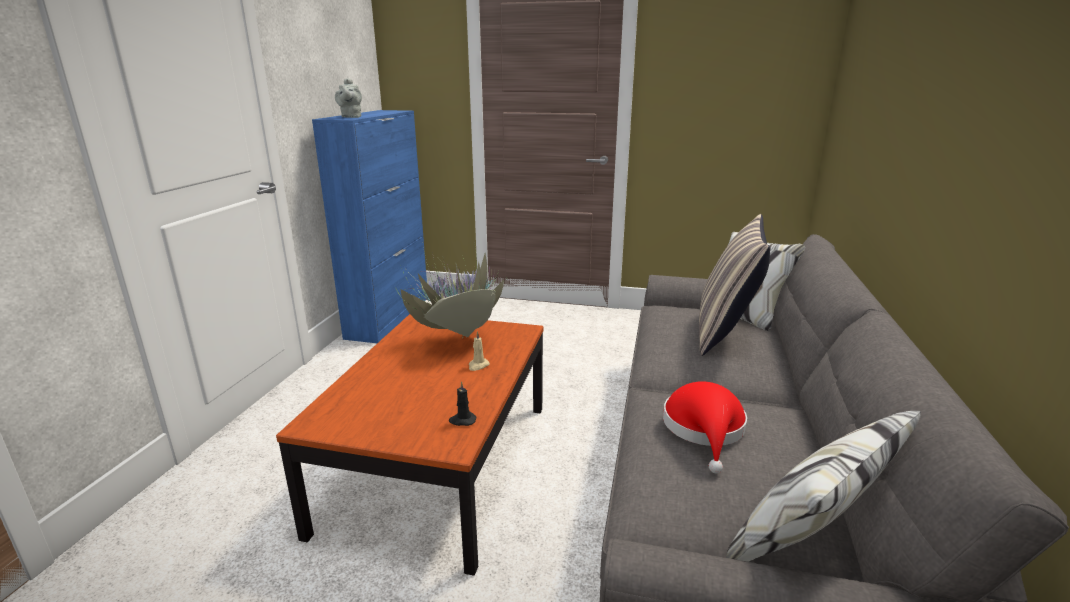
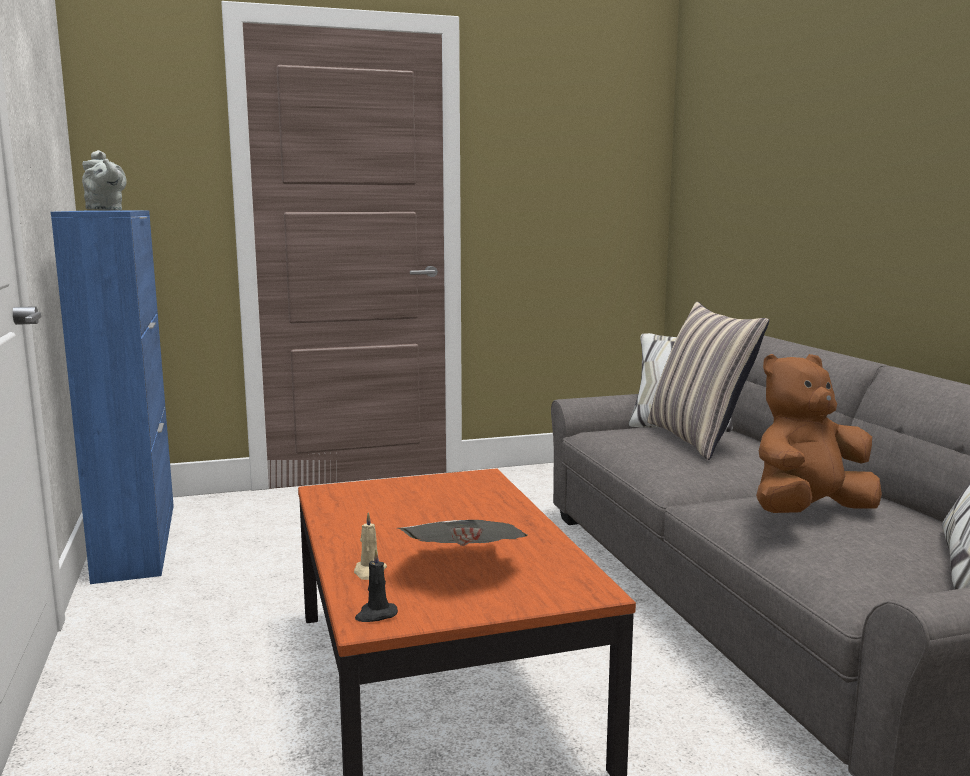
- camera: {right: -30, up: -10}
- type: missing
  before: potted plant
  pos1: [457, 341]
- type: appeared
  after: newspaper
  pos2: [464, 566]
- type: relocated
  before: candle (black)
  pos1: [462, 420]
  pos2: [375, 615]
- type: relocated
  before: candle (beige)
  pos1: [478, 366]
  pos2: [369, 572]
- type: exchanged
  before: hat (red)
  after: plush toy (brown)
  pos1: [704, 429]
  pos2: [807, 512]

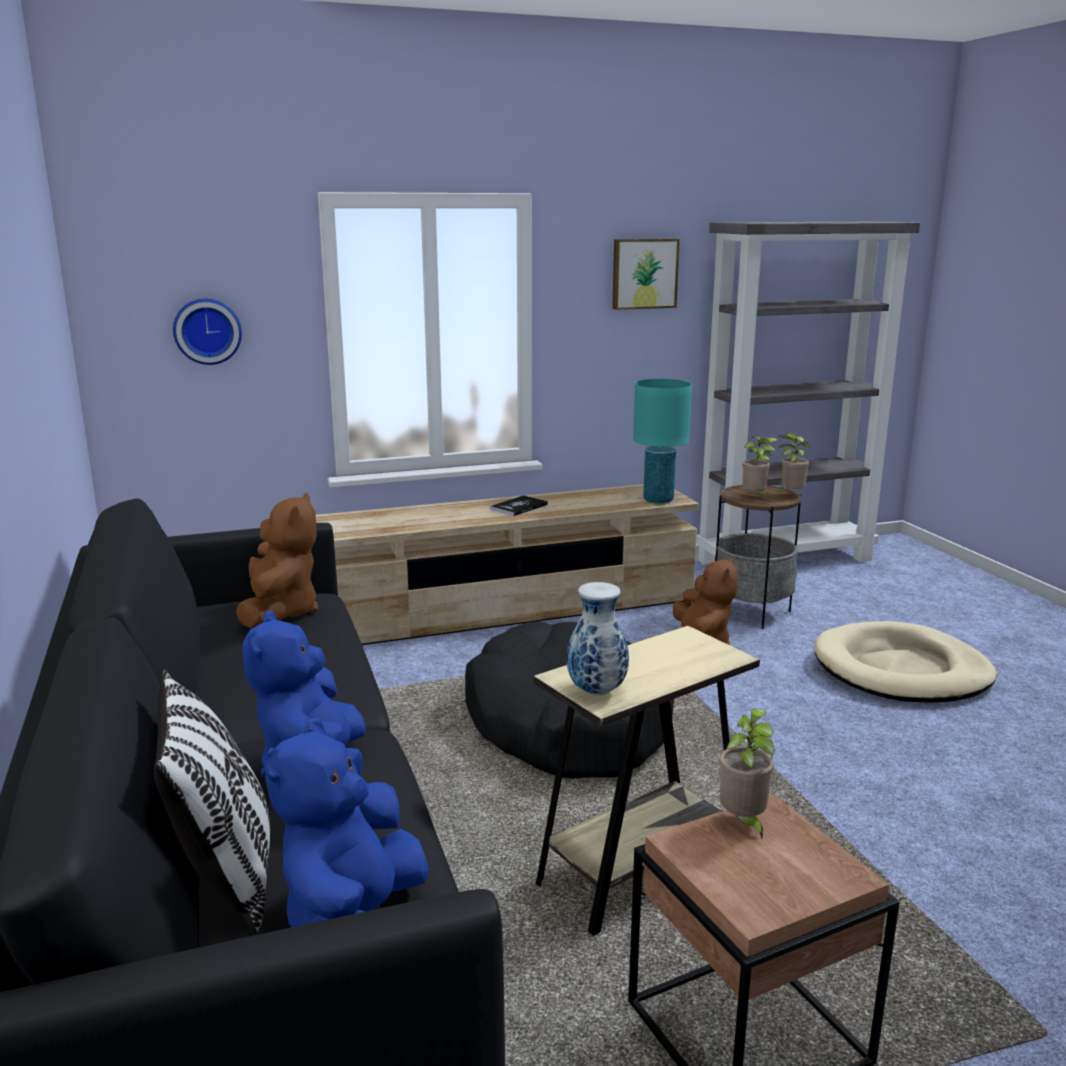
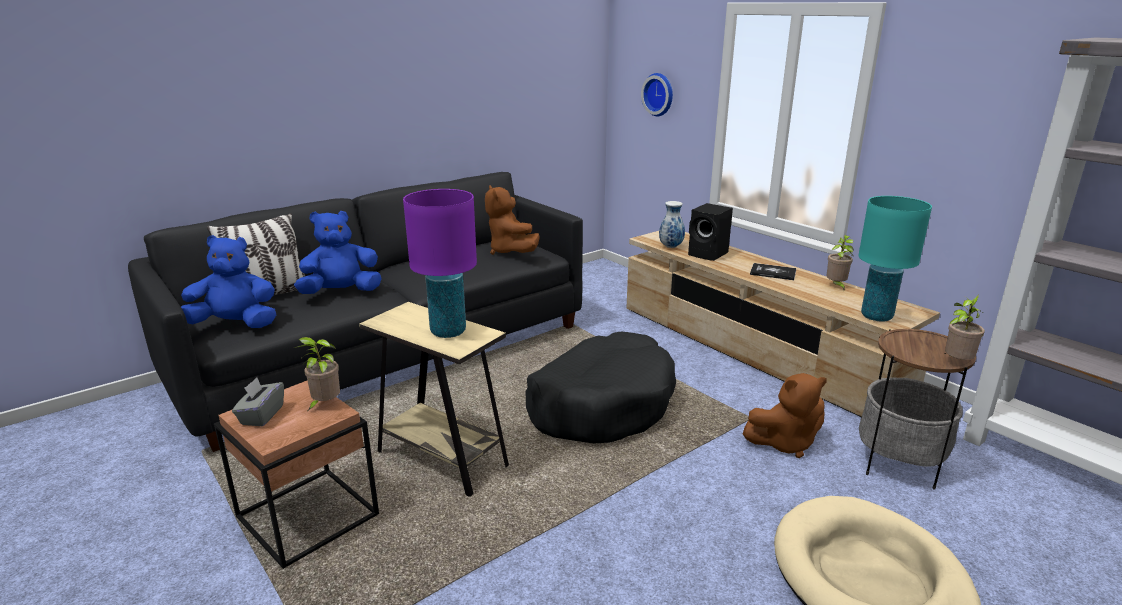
- camera: {right: 70, up: 5}
- type: missing
  before: picture
  pos1: [644, 273]
- type: appeared
  after: tissue box (grey)
  pos2: [261, 415]
- type: appeared
  after: table lamp (purple)
  pos2: [448, 331]
- type: appeared
  after: speaker (black)
  pos2: [709, 254]
- type: relocated
  before: vase
  pos1: [595, 691]
  pos2: [670, 246]
- type: relocated
  before: potted plant
  pos1: [755, 497]
  pos2: [836, 286]
- type: spun
  before: plush toy (brown)
  pos1: [280, 613]
  pos2: [510, 251]
  turn: 90

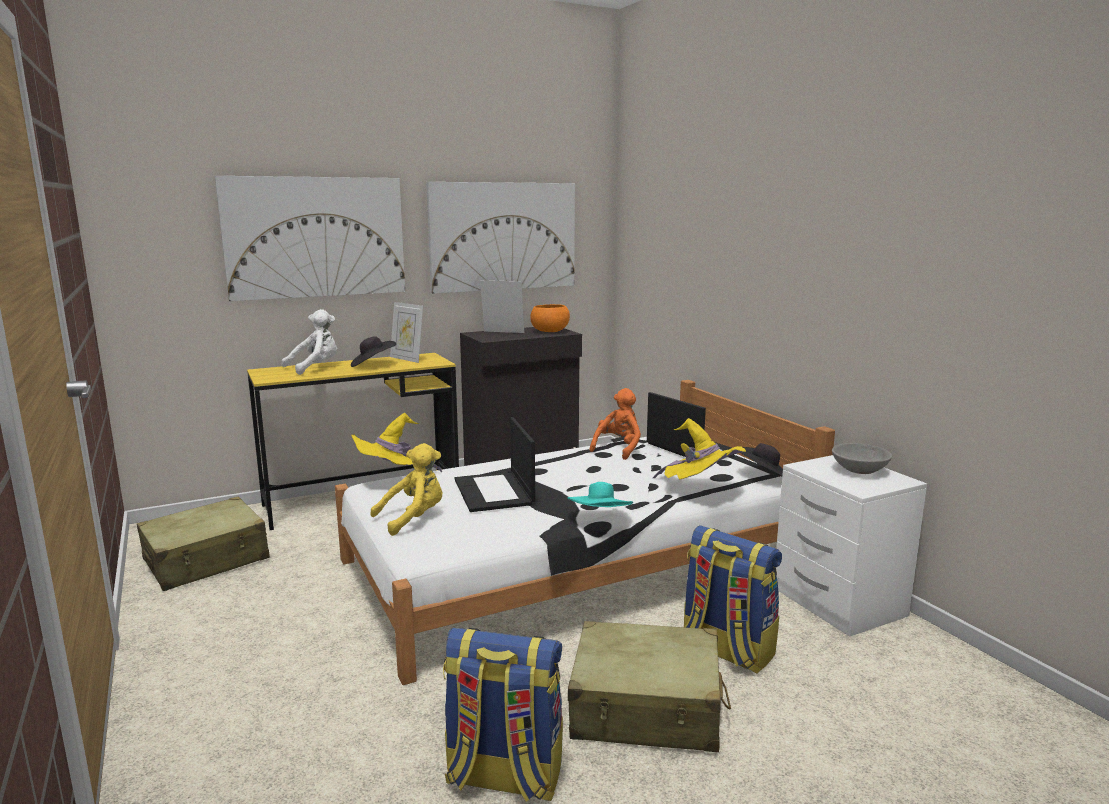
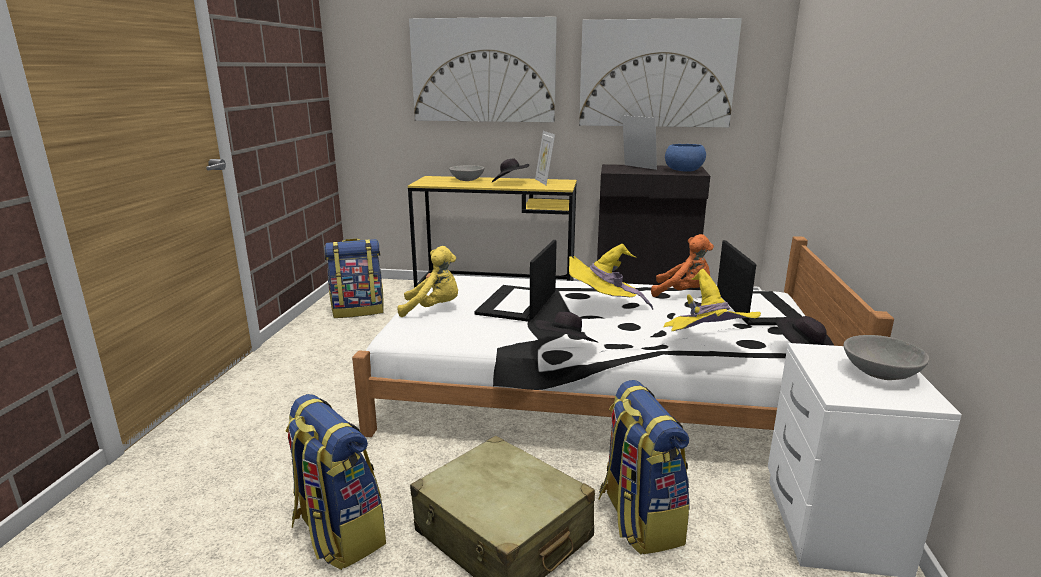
- camera: {right: 35, up: 5}
- type: relocated
  before: hat (yellow)
  pos1: [393, 479]
  pos2: [603, 306]
- type: exchanged
  before: suitcase (beige)
  after: backpack
  pos1: [207, 560]
  pos2: [358, 310]
- type: exchanged
  before: plush toy (white)
  after: bowl (grey)
  pos1: [315, 368]
  pos2: [467, 180]
- type: colour
  before: bowl (orange)
  after: bowl (blue)
  pos1: [549, 331]
  pos2: [683, 170]
- type: colour
  before: hat (turquoise)
  after: hat (black)
  pos1: [600, 518]
  pos2: [565, 348]
- type: spun
  before: plush toy (orange)
  pos1: [618, 449]
  pos2: [683, 293]
  turn: 45

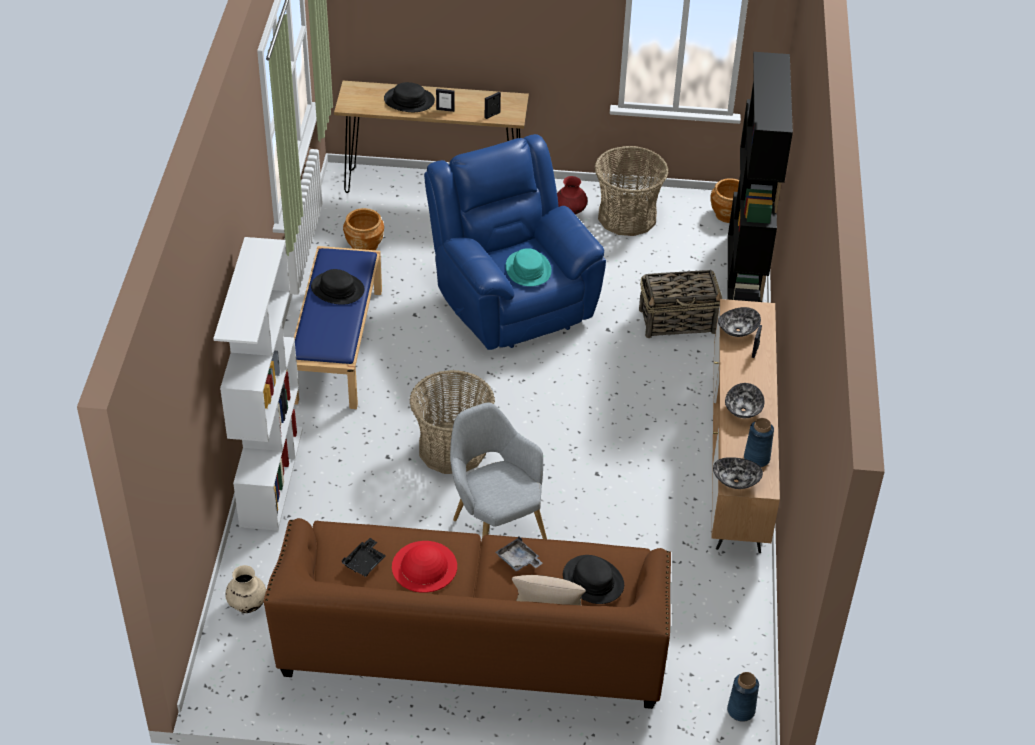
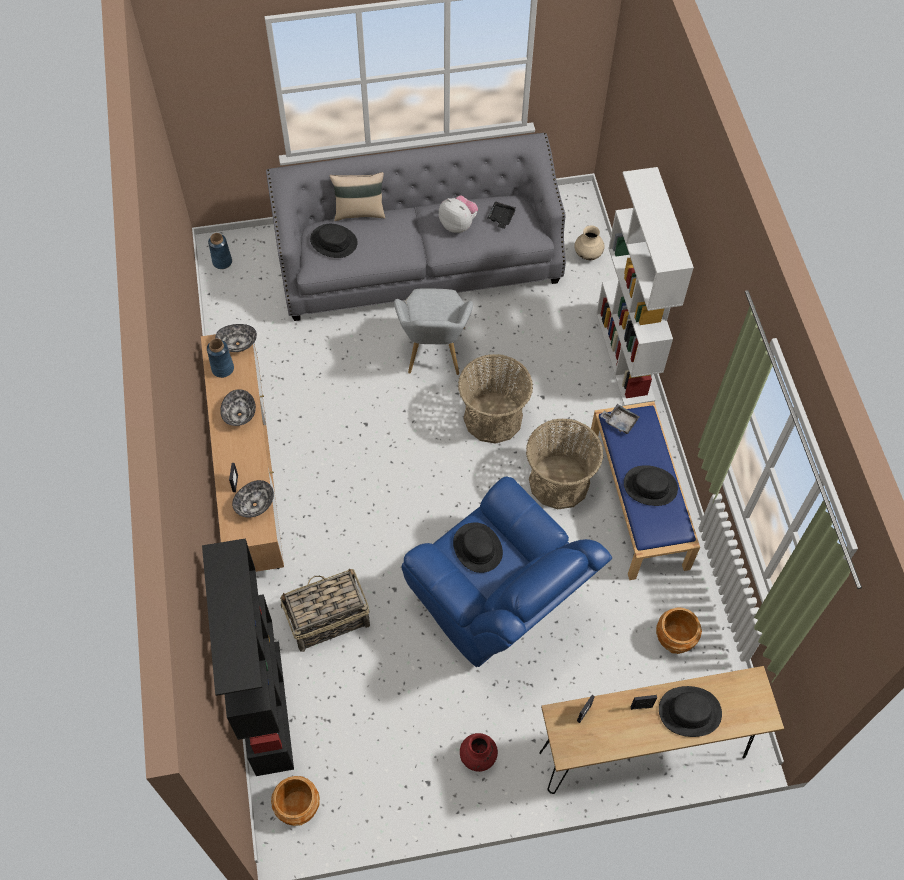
- camera: {right: 165, up: 15}
- type: relocated
  before: tray (grey)
  pos1: [518, 560]
  pos2: [619, 421]
- type: relocated
  before: basket
  pos1: [627, 216]
  pos2: [559, 482]
- type: exchanged
  before: hat (red)
  after: plush toy
  pos1: [424, 566]
  pos2: [458, 224]
- type: colour
  before: sofa (brown)
  after: sofa (grey)
  pos1: [473, 645]
  pos2: [419, 263]
- type: colour
  before: hat (turquoise)
  after: hat (black)
  pos1: [528, 269]
  pos2: [477, 548]
- type: spun
  before: armchair (grey)
  pos1: [494, 528]
  pos2: [433, 354]
  turn: 45

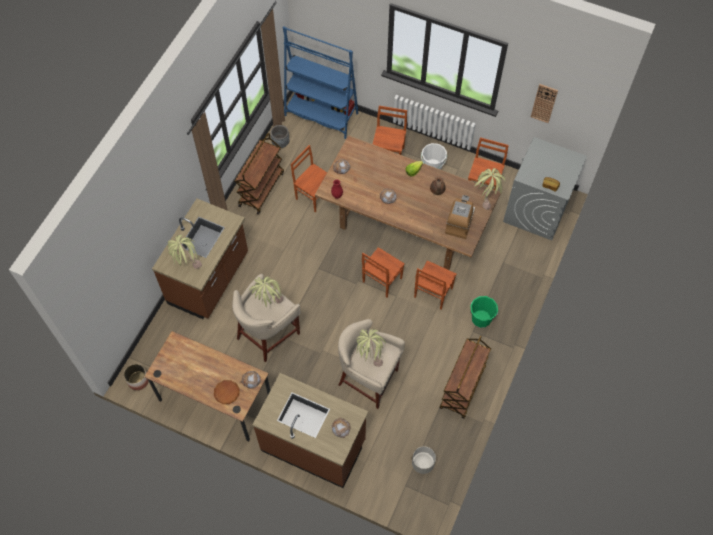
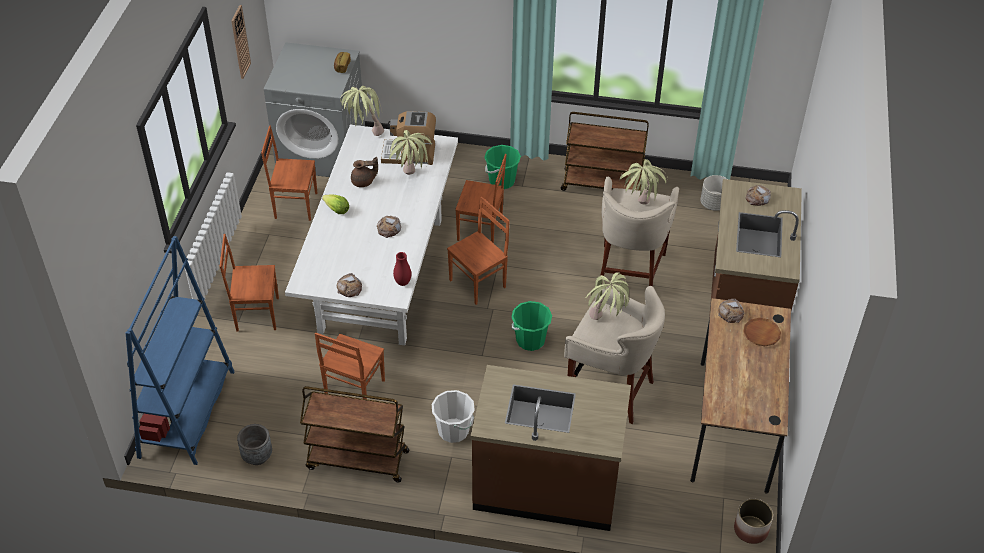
- camera: {right: -105, up: -15}
- type: appeared
  after: bucket (green)
  pos2: [530, 340]
- type: relocated
  before: potted plant
  pos1: [187, 265]
  pos2: [410, 181]
- type: relocated
  before: bucket (white)
  pos1: [432, 166]
  pos2: [453, 431]
- type: colour
  before: dining table (brown)
  after: dining table (white)
  pos1: [404, 226]
  pos2: [381, 275]
- type: spun
  before: chair (brown)
  pos1: [381, 280]
  pos2: [478, 283]
  turn: -60

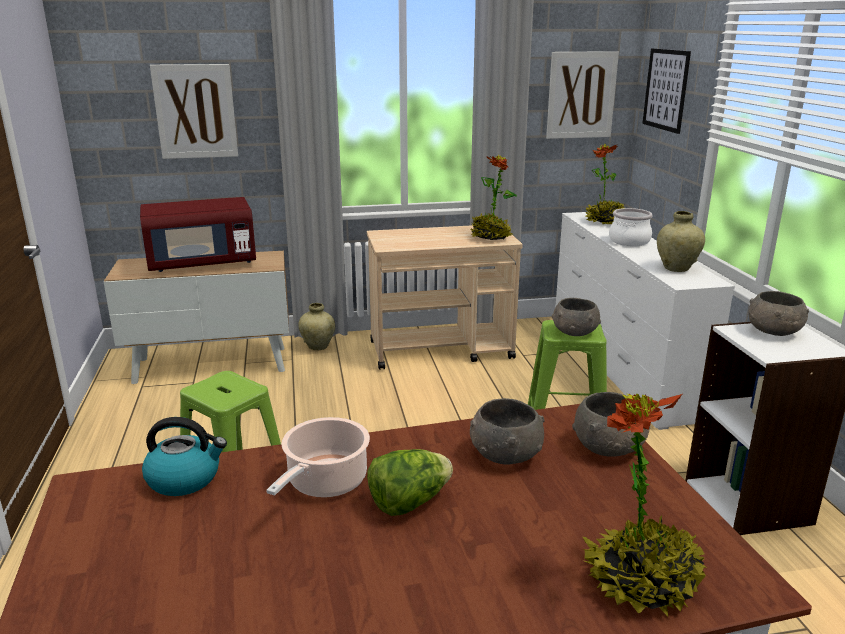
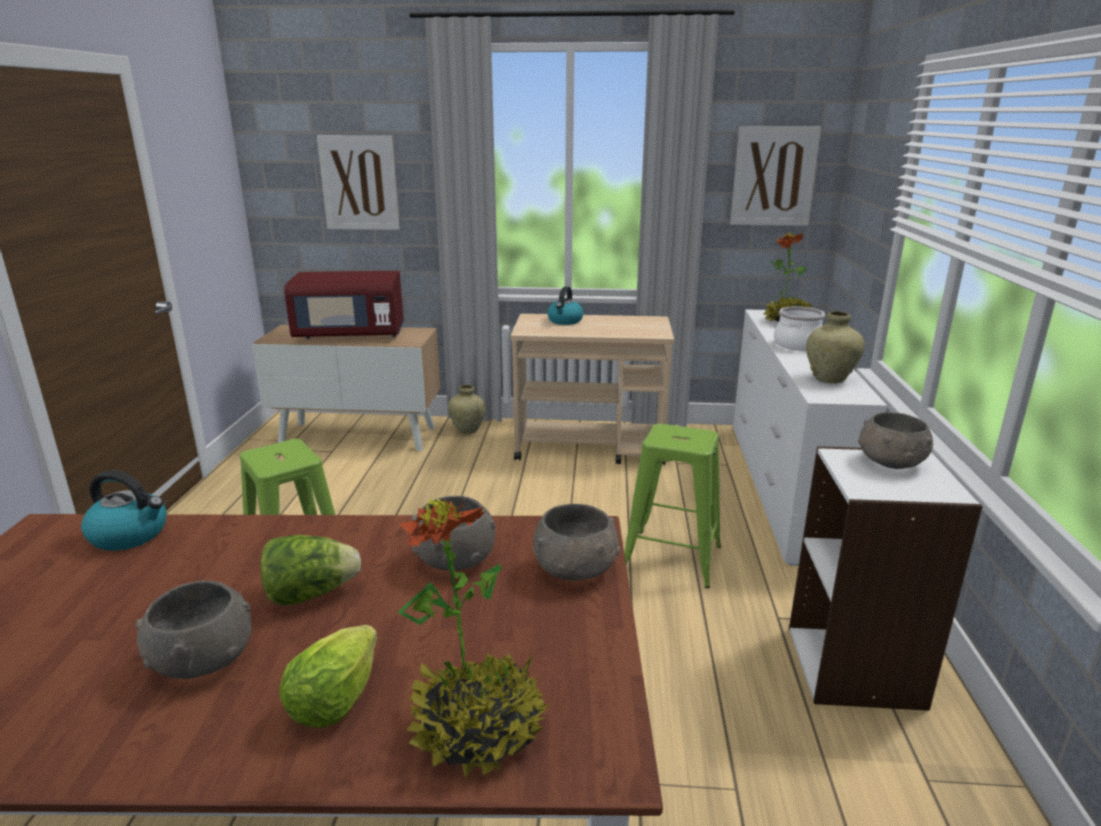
- camera: {right: 15, up: 0}
- type: missing
  before: cooking pot
  pos1: [324, 482]
- type: missing
  before: potted plant
  pos1: [491, 237]
- type: missing
  before: picture
  pos1: [666, 89]
- type: appeared
  after: lettuce
  pos2: [334, 701]
- type: appeared
  after: kettle
  pos2: [565, 321]
- type: relocated
  before: bowl (grey)
  pos1: [574, 332]
  pos2: [202, 659]

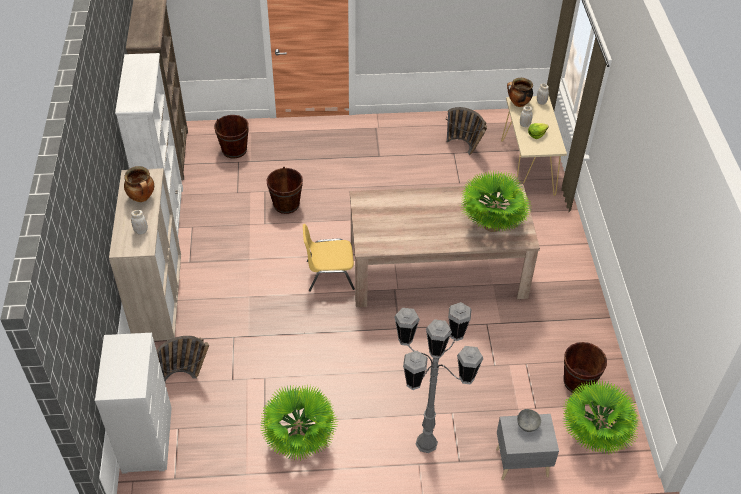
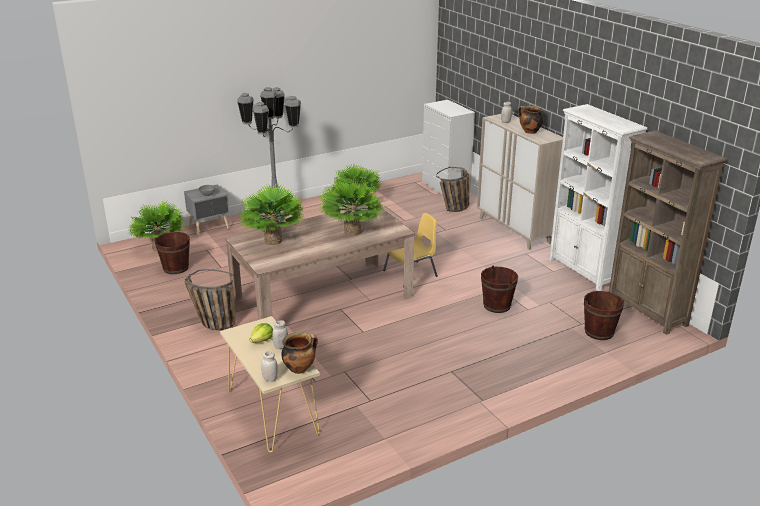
- camera: {right: 155, up: -20}
- type: appeared
  after: potted plant
  pos2: [352, 232]
- type: relocated
  before: basket
  pos1: [466, 149]
  pos2: [210, 323]

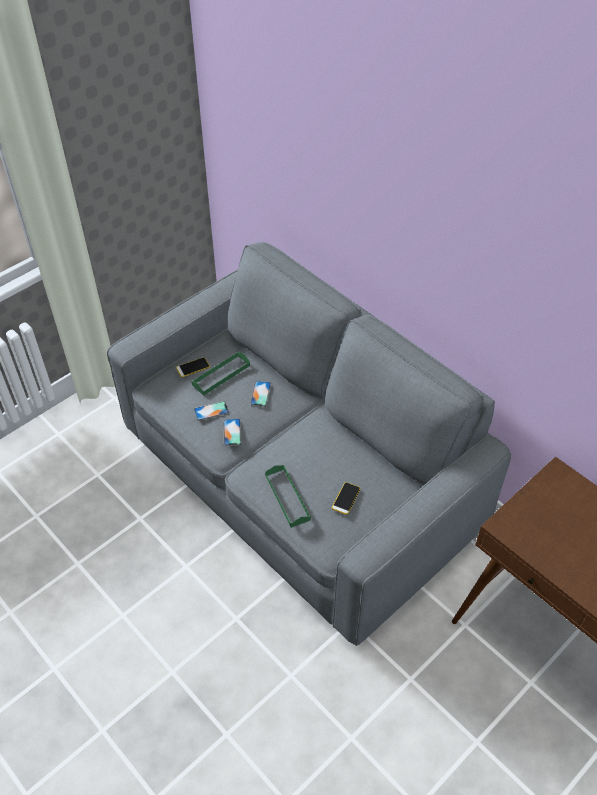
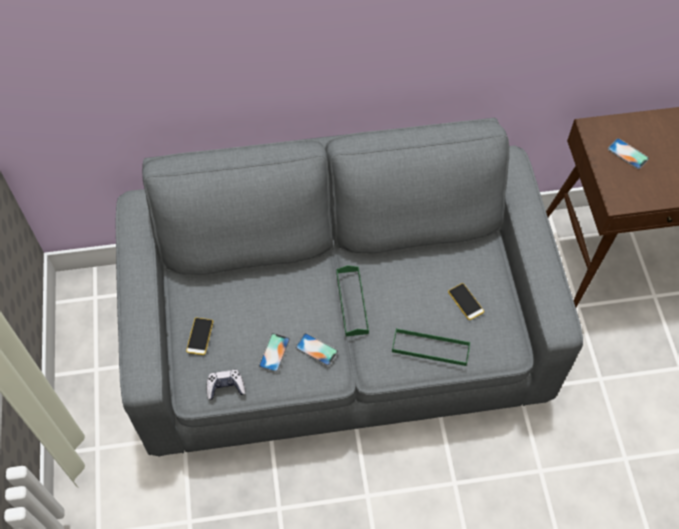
- camera: {right: -55, up: 10}
- type: appeared
  after: game controller
  pos2: [225, 387]
- type: relocated
  before: tray (green)
  pos1: [221, 375]
  pos2: [352, 302]
- type: relocated
  before: phone
  pos1: [260, 394]
  pos2: [627, 154]

